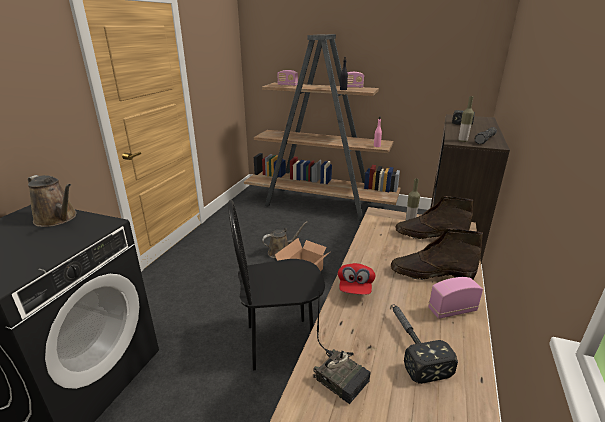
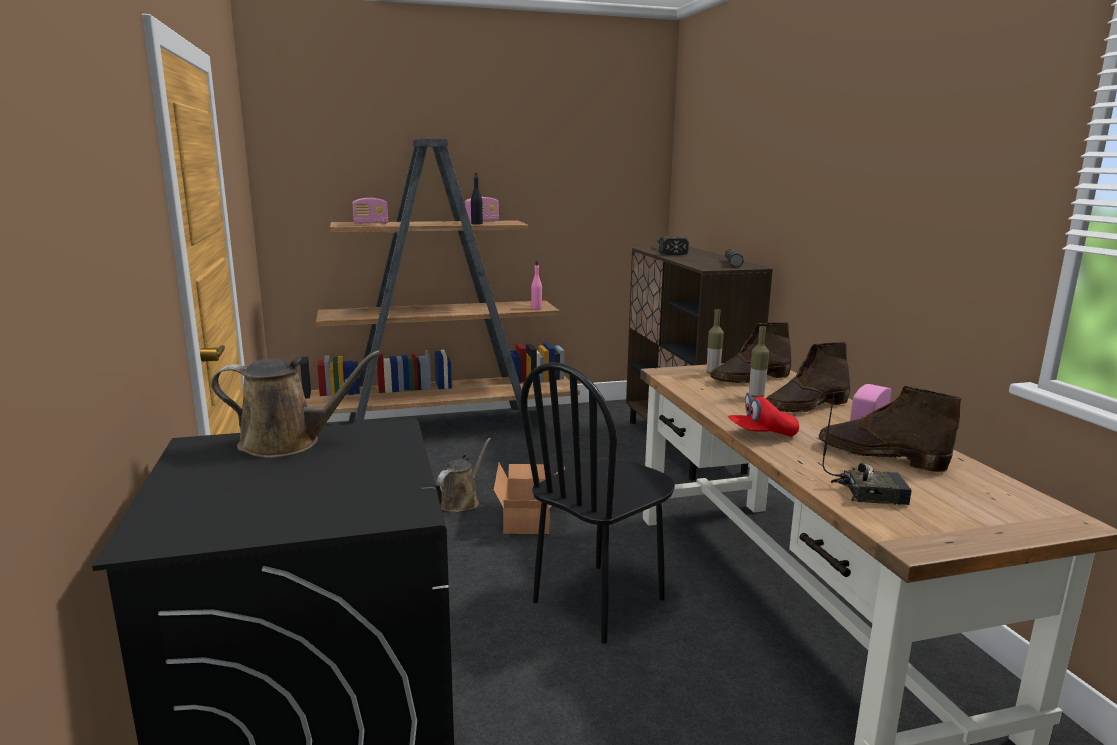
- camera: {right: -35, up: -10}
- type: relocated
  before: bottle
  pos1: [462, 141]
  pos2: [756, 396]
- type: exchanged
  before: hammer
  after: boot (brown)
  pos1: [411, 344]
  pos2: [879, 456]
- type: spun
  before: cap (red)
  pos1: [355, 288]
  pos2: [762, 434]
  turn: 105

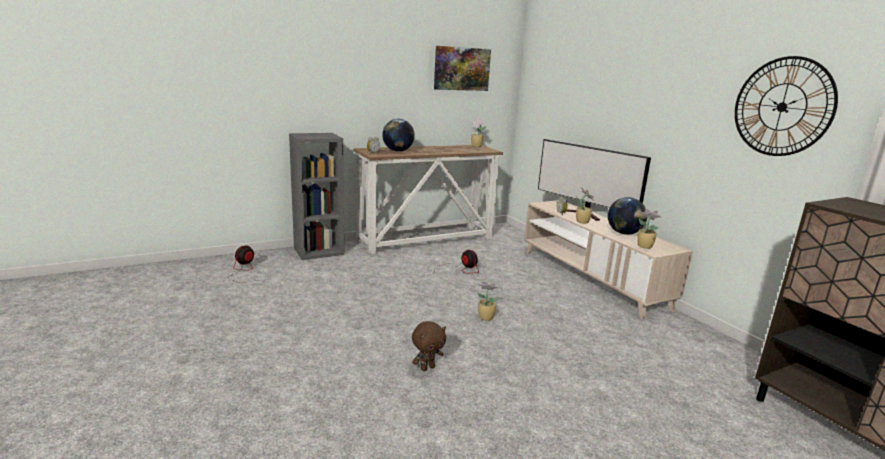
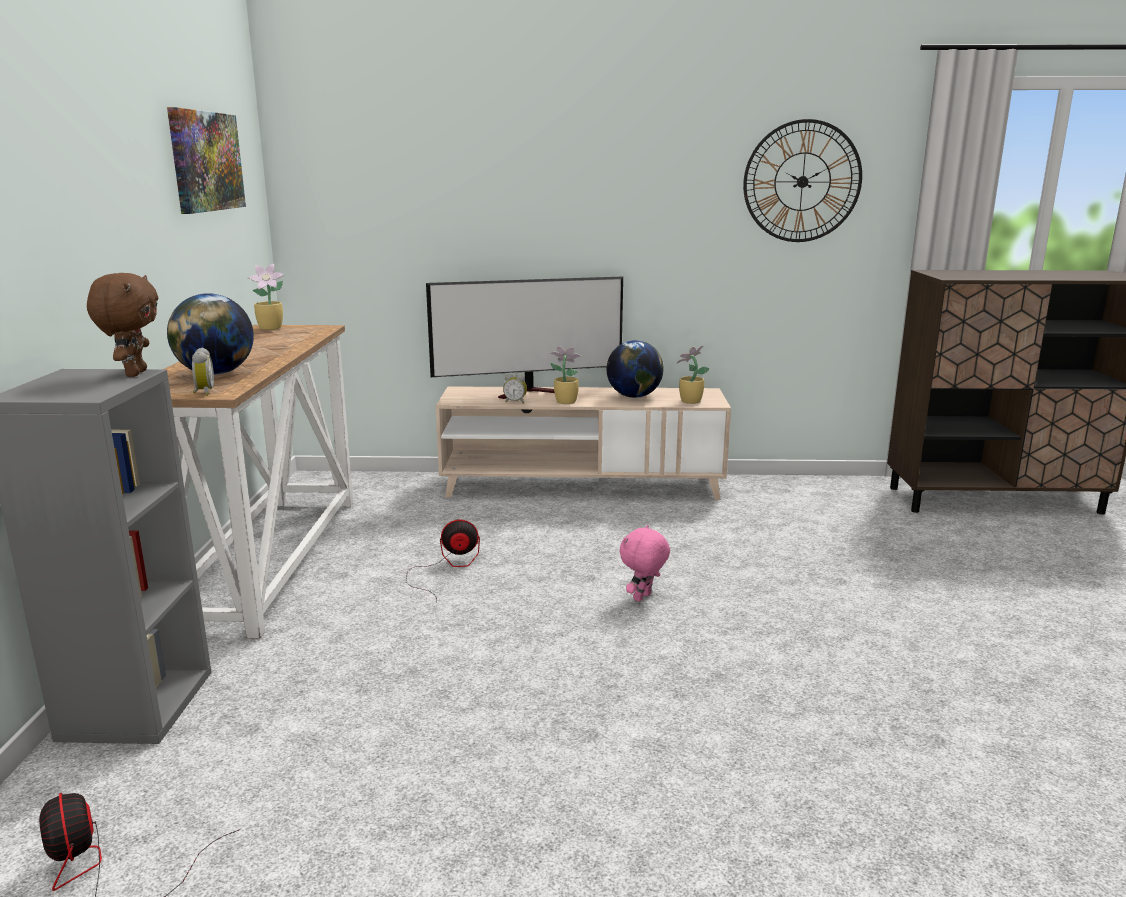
- camera: {right: -60, up: 0}
- type: relocated
  before: plush toy (brown)
  pos1: [427, 368]
  pos2: [134, 373]
- type: exchanged
  before: potted plant
  after: plush toy (pink)
  pos1: [485, 317]
  pos2: [643, 598]

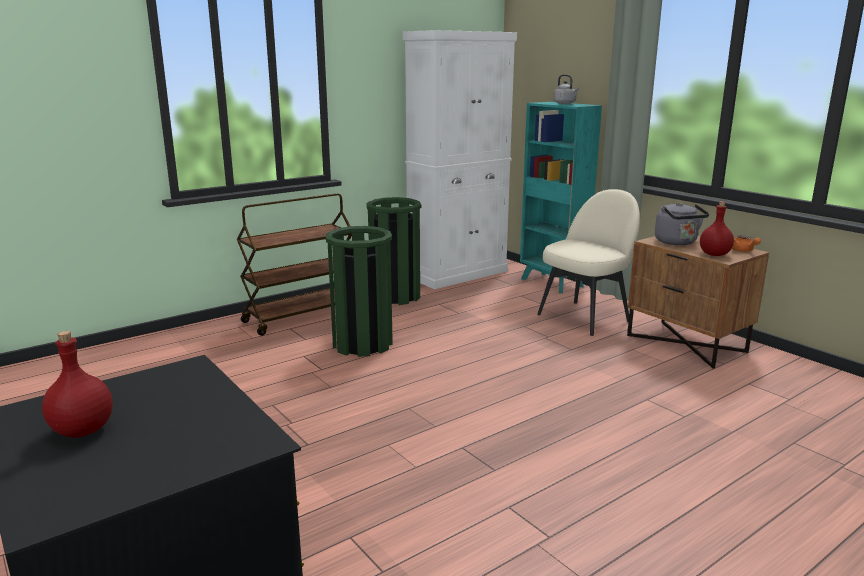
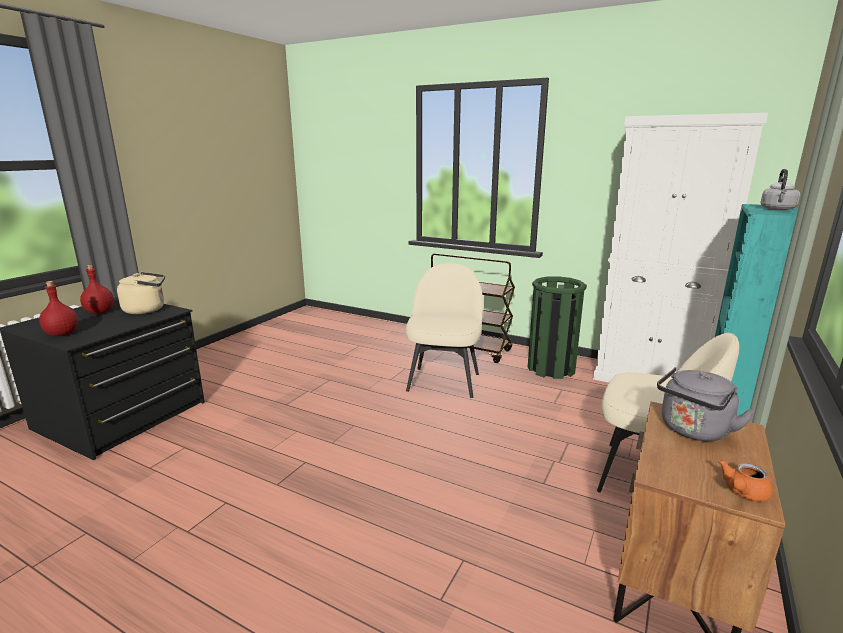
- camera: {right: 65, up: 0}
- type: appeared
  after: kettle (beige)
  pos2: [147, 310]
- type: relocated
  before: bottle (red)
  pos1: [715, 254]
  pos2: [62, 334]
- type: exchanged
  before: trash can (green)
  after: chair (beige)
  pos1: [362, 344]
  pos2: [444, 381]

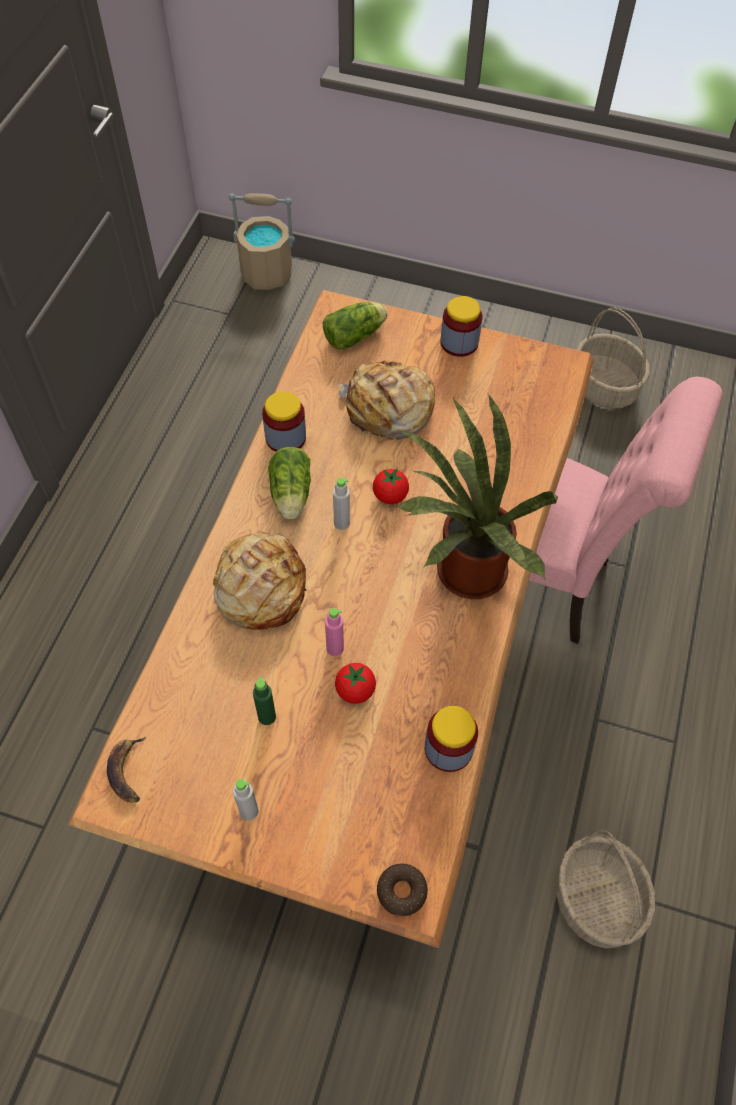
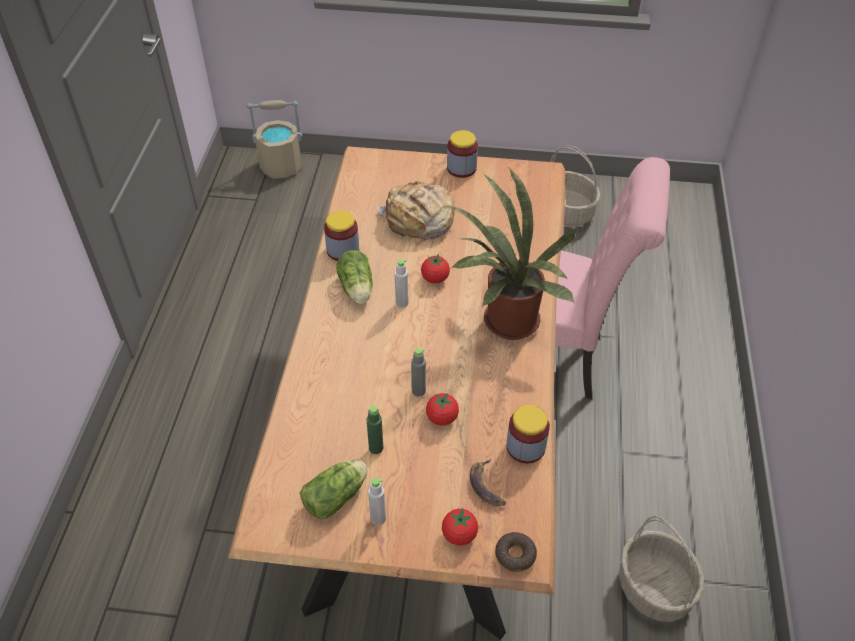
- camera: {right: -10, up: -10}
- type: missing
  before: bread
  pos1: [260, 588]
- type: appeared
  after: tomato
  pos2: [459, 534]
- type: relocated
  before: banana
  pos1: [128, 772]
  pos2: [487, 486]
- type: relocated
  before: lettuce
  pos1: [356, 335]
  pos2: [337, 496]
- type: colour
  before: bottle (pink)
  after: bottle (grey)
  pos1: [335, 648]
  pos2: [418, 391]

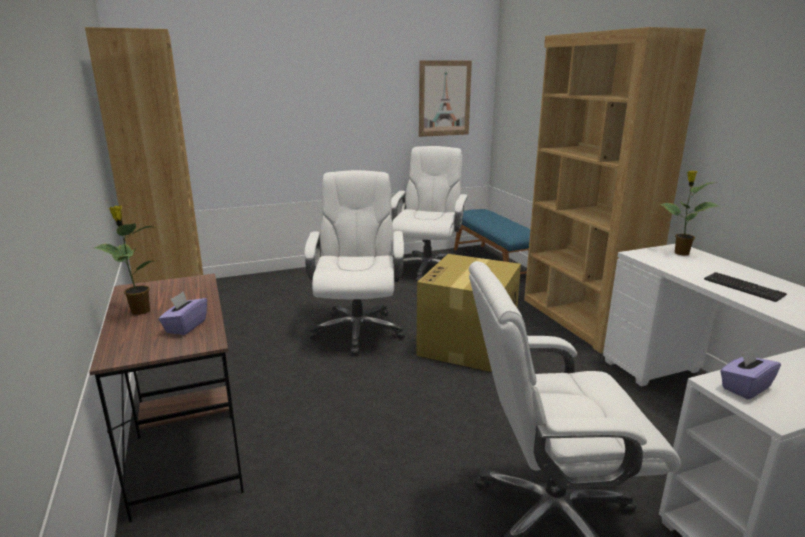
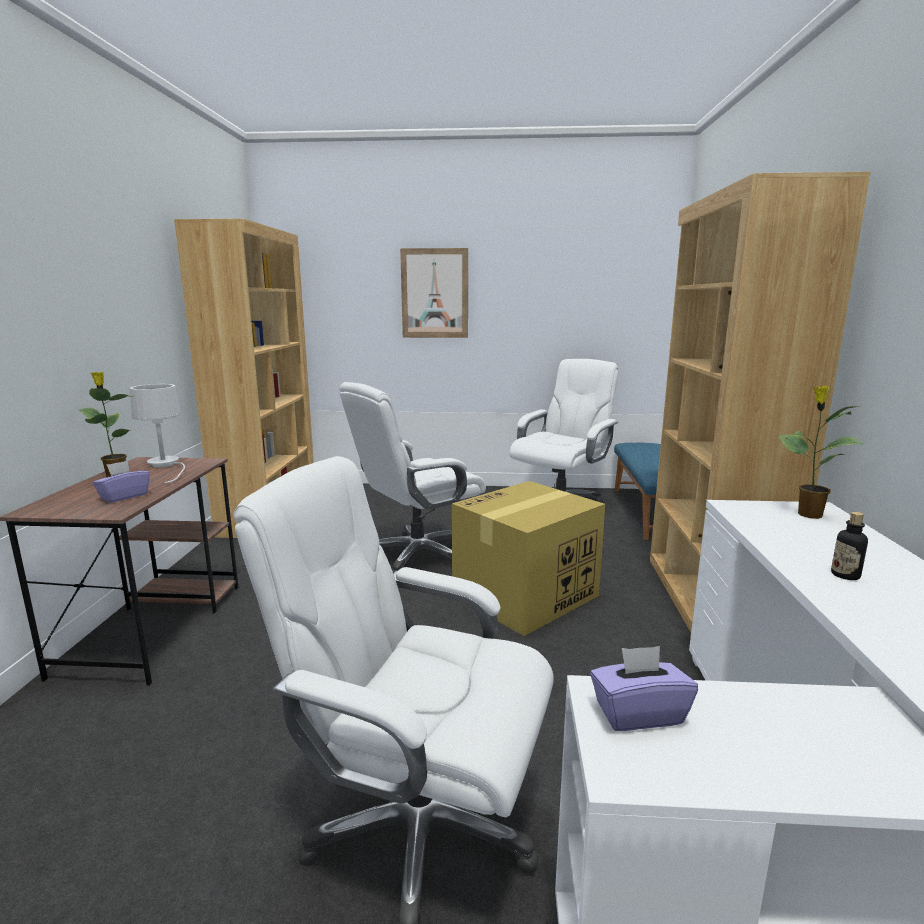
- camera: {right: 25, up: -5}
- type: appeared
  after: table lamp (white)
  pos2: [166, 466]
- type: relocated
  before: picture
  pos1: [444, 98]
  pos2: [434, 293]
- type: exchanged
  before: keyboard
  after: bottle
  pos1: [743, 288]
  pos2: [845, 575]
- type: spun
  before: office chair (white)
  pos1: [357, 330]
  pos2: [417, 556]
  turn: -150

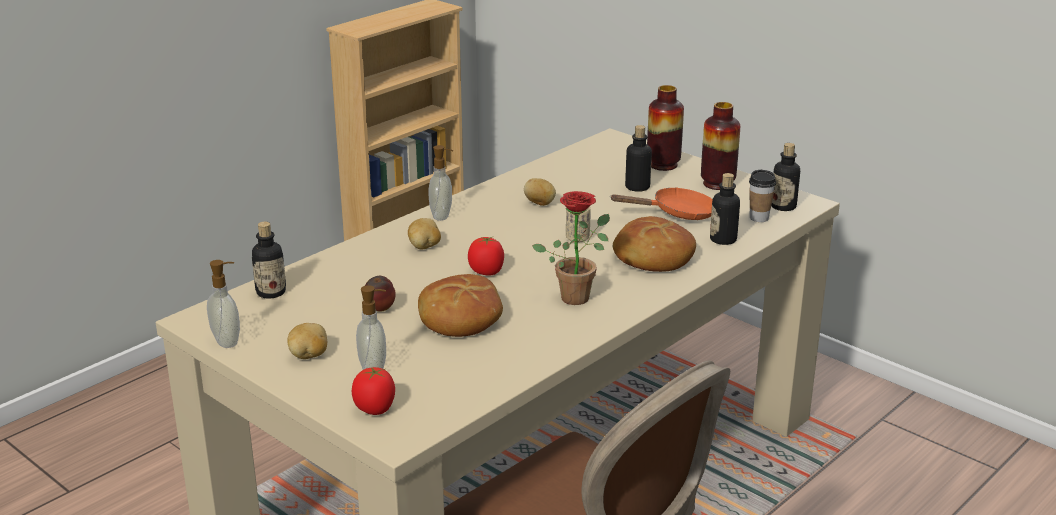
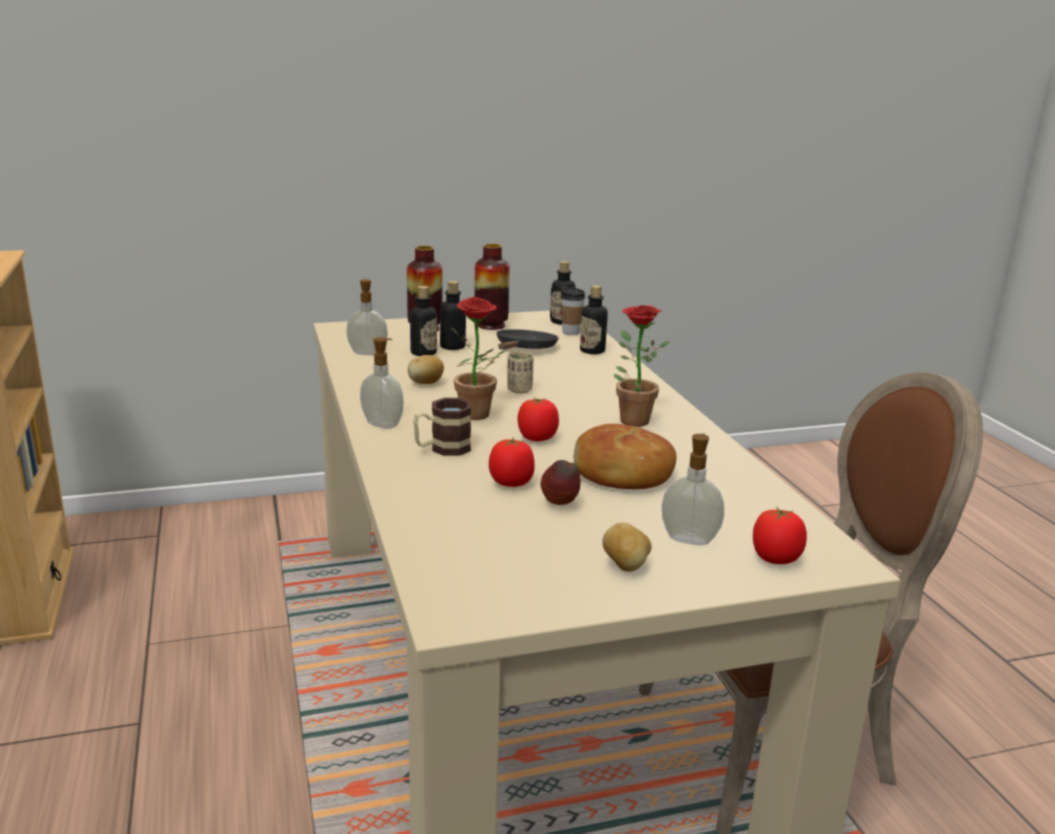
- camera: {right: -60, up: -5}
- type: missing
  before: bread
  pos1: [652, 257]
- type: appeared
  after: potted plant
  pos2: [478, 417]
- type: appeared
  after: tomato
  pos2: [511, 483]
- type: relocated
  before: soap dispenser
  pos1: [228, 341]
  pos2: [368, 353]
- type: relocated
  before: bottle
  pos1: [271, 292]
  pos2: [423, 353]
- type: exchanged
  before: potato
  after: mug
  pos1: [424, 247]
  pos2: [442, 449]
- type: colour
  before: frying pan (orange)
  after: frying pan (black)
  pos1: [677, 213]
  pos2: [524, 349]

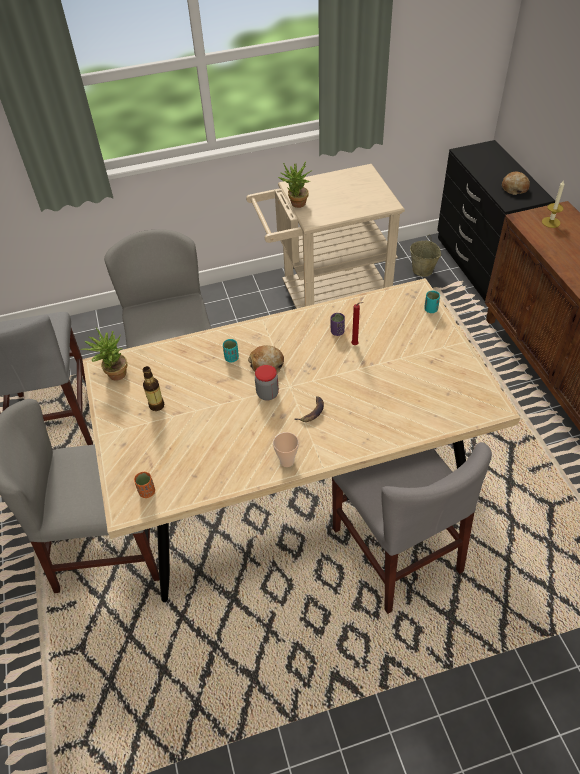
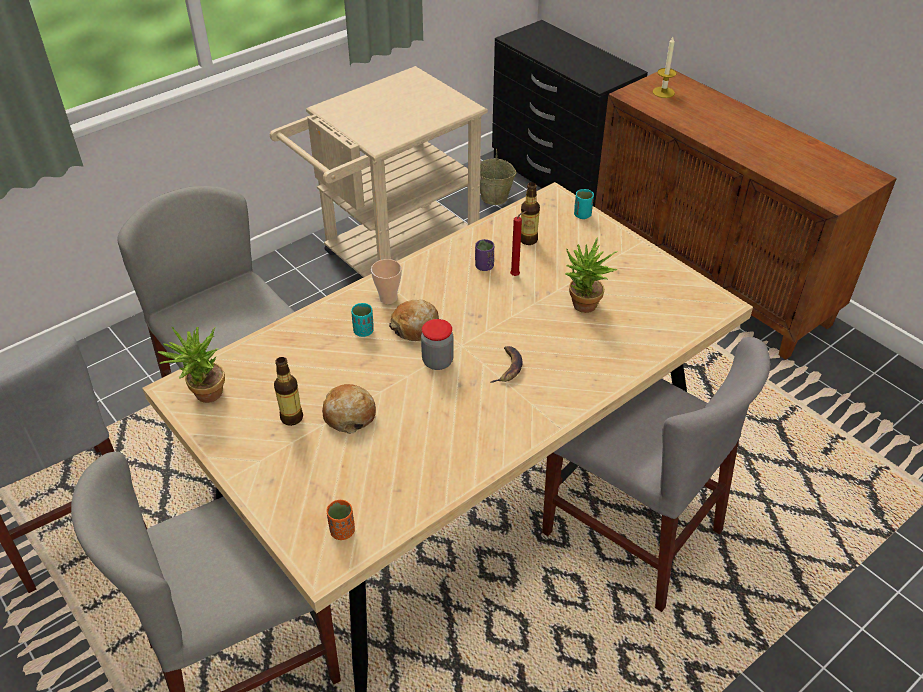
- camera: {right: -25, up: -5}
- type: appeared
  after: bottle
  pos2: [528, 240]
- type: relocated
  before: cup
  pos1: [287, 461]
  pos2: [388, 298]
- type: relocated
  before: potted plant
  pos1: [296, 205]
  pos2: [583, 308]
- type: relocated
  before: bread
  pos1: [514, 188]
  pos2: [349, 414]

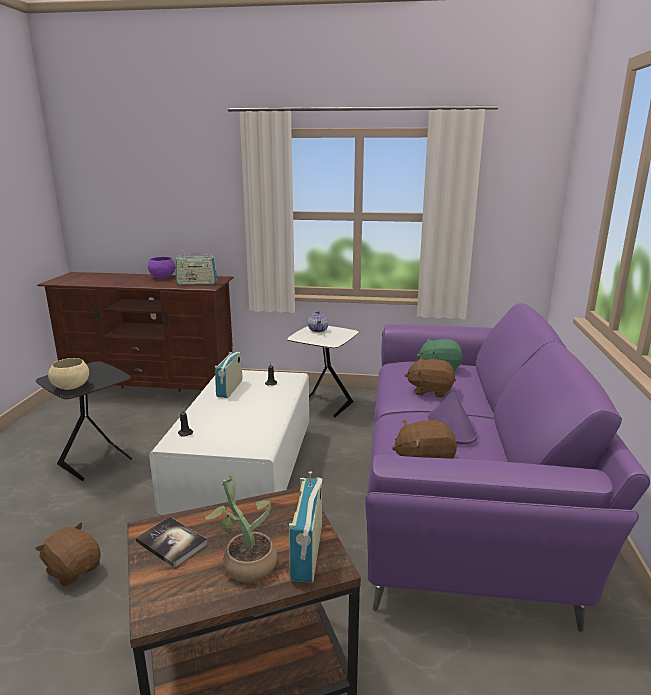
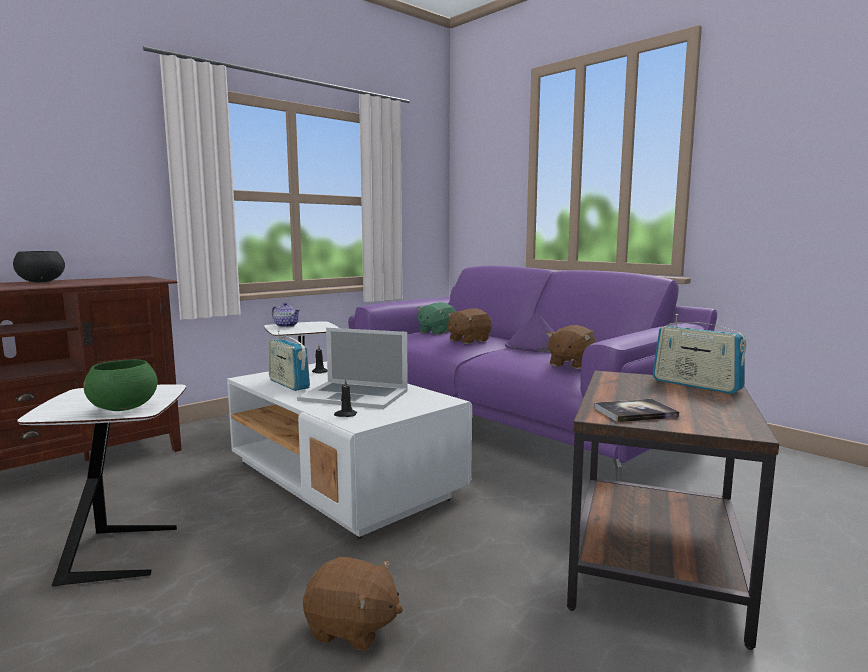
- camera: {right: -50, up: -10}
- type: missing
  before: radio
  pos1: [197, 284]
- type: missing
  before: potted plant
  pos1: [245, 563]
- type: appeared
  after: laptop
  pos2: [354, 395]
- type: colour
  before: side table (black)
  after: side table (white)
  pos1: [97, 462]
  pos2: [125, 553]
- type: colour
  before: bowl (beige)
  after: bowl (green)
  pos1: [71, 387]
  pos2: [124, 408]
- type: colour
  before: bowl (purple)
  after: bowl (black)
  pos1: [162, 277]
  pos2: [40, 282]
- type: spun
  before: plush toy (brown)
  pos1: [74, 569]
  pos2: [352, 628]
  turn: -150

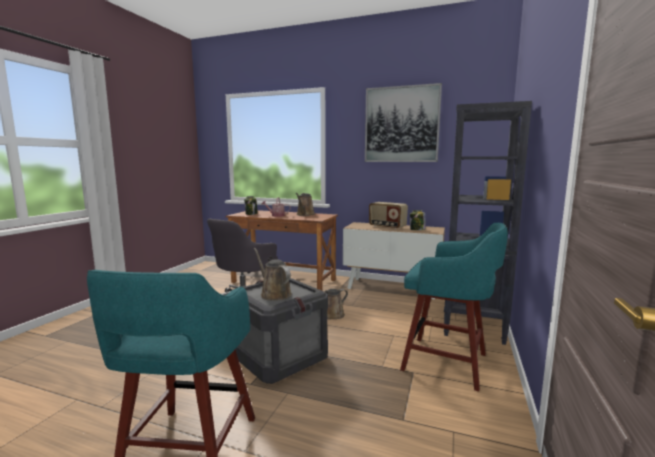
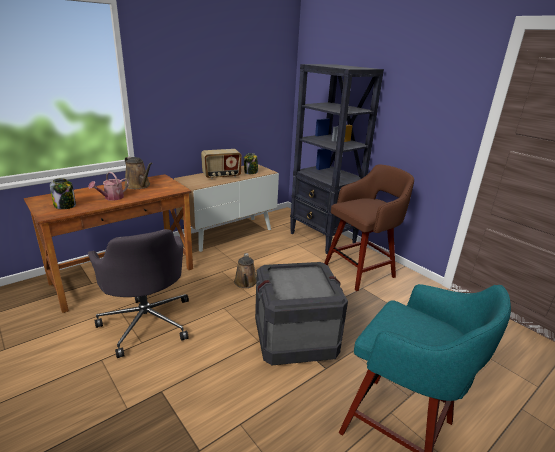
- camera: {right: -60, up: 15}
- type: missing
  before: watering can (brown)
  pos1: [274, 294]
- type: missing
  before: picture
  pos1: [401, 124]
- type: colour
  before: stool (turquoise)
  after: stool (brown)
  pos1: [448, 363]
  pos2: [360, 271]

